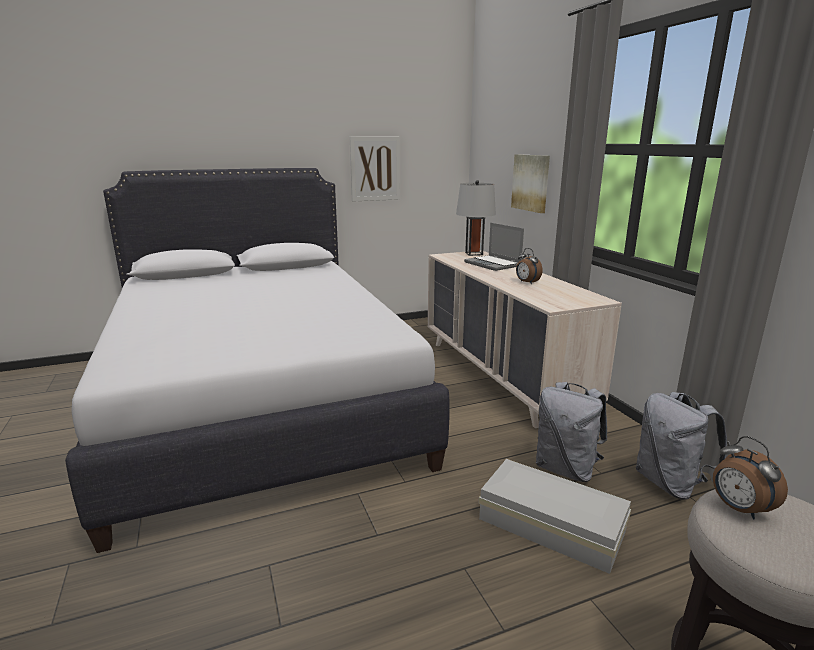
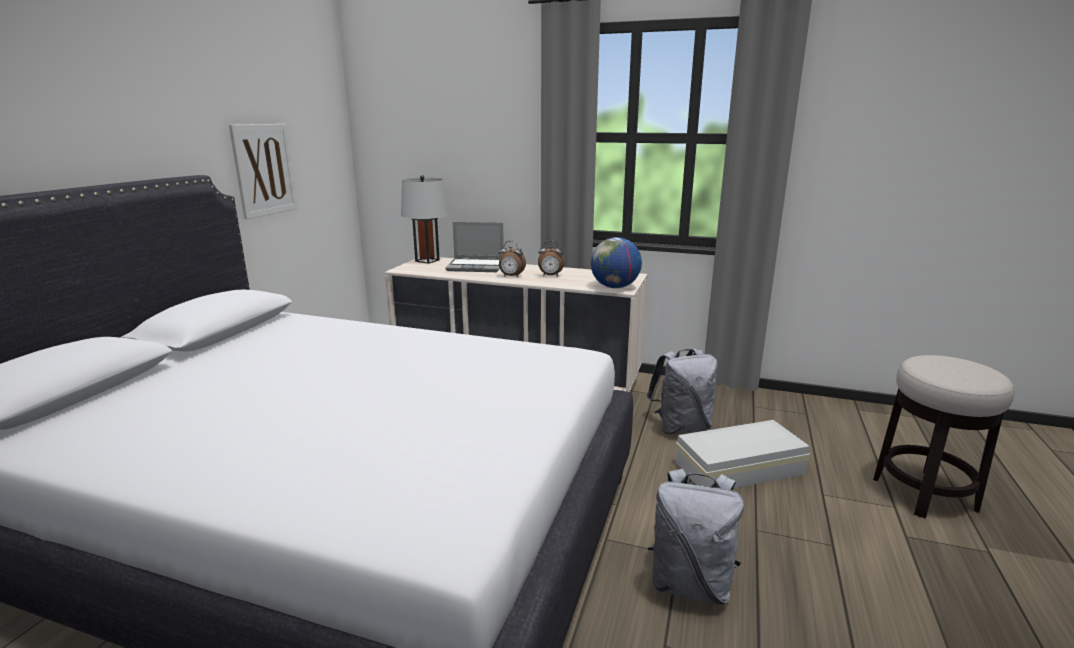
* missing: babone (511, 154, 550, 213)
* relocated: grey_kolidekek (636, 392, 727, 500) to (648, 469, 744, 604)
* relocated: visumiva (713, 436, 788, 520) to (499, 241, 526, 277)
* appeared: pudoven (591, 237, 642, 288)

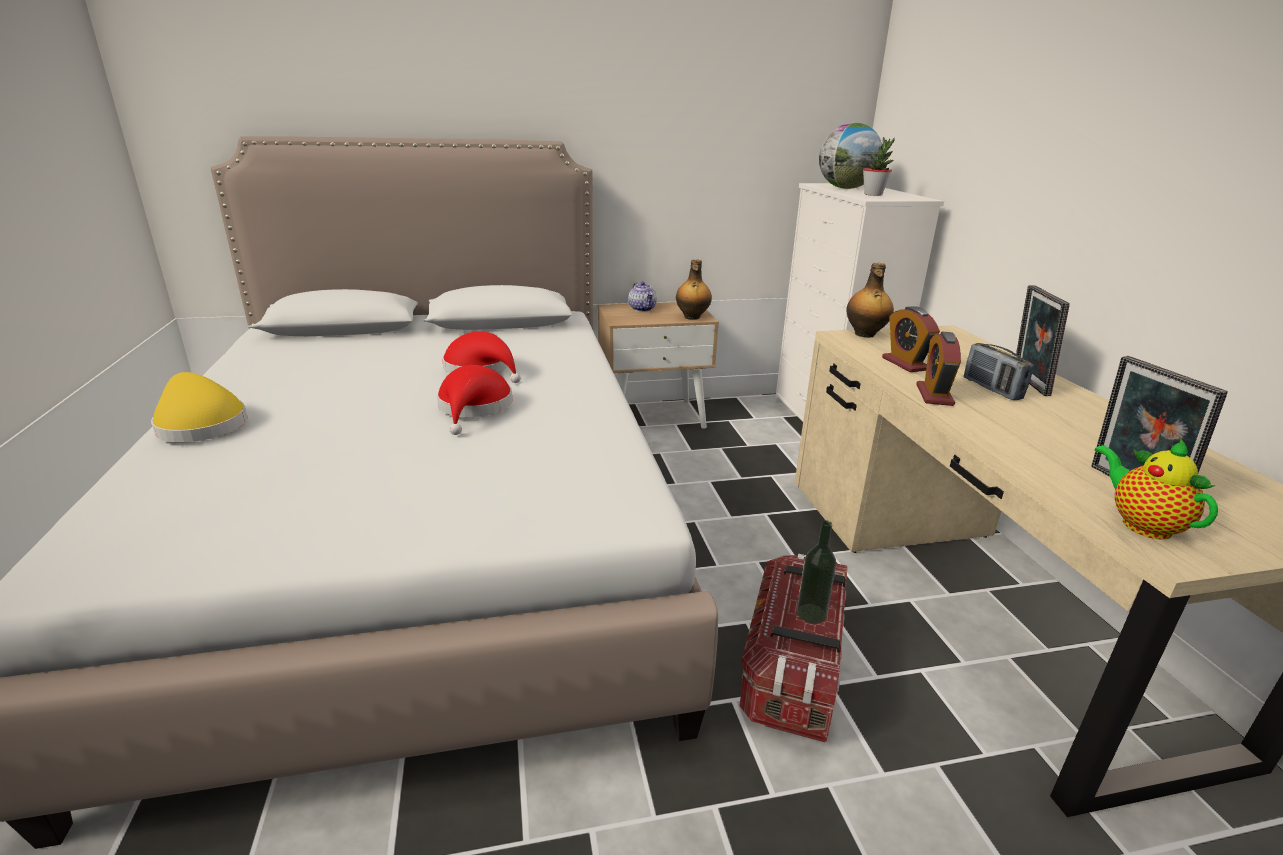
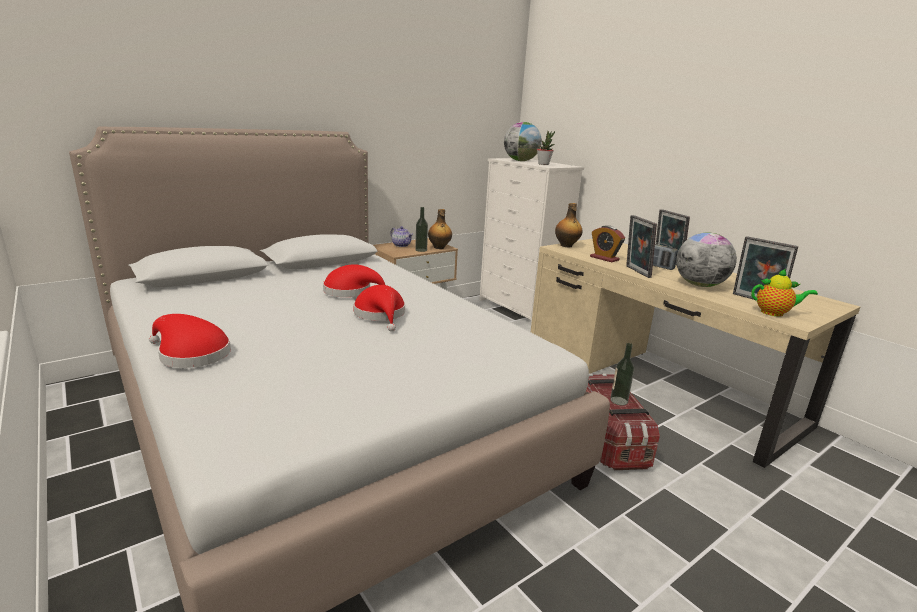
* exchanged: visumiva (916, 332, 961, 406) to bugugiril (626, 215, 657, 278)
* colour: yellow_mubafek (151, 372, 248, 442) to red_mubafek (149, 314, 231, 368)
* spun: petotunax (1094, 439, 1218, 540) = (751, 269, 818, 317) 150 degrees clockwise
* appeared: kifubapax (415, 207, 428, 252)
* appeared: pudoven (676, 233, 737, 287)

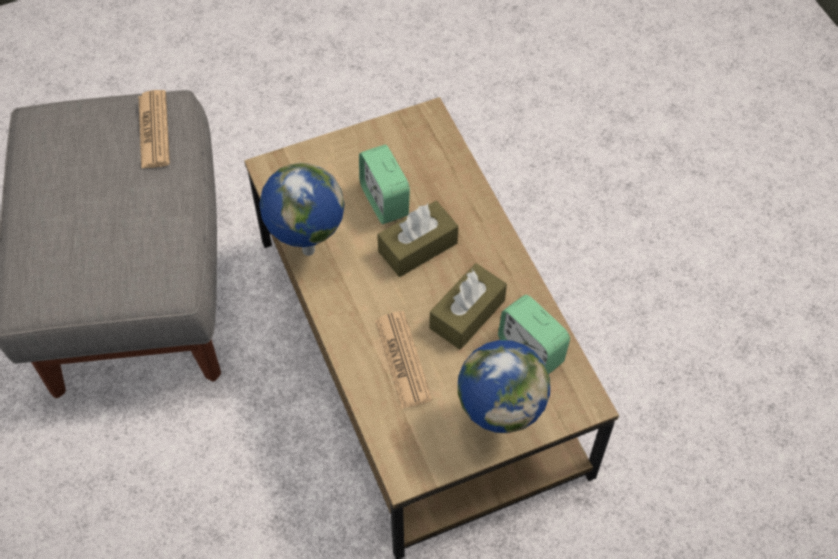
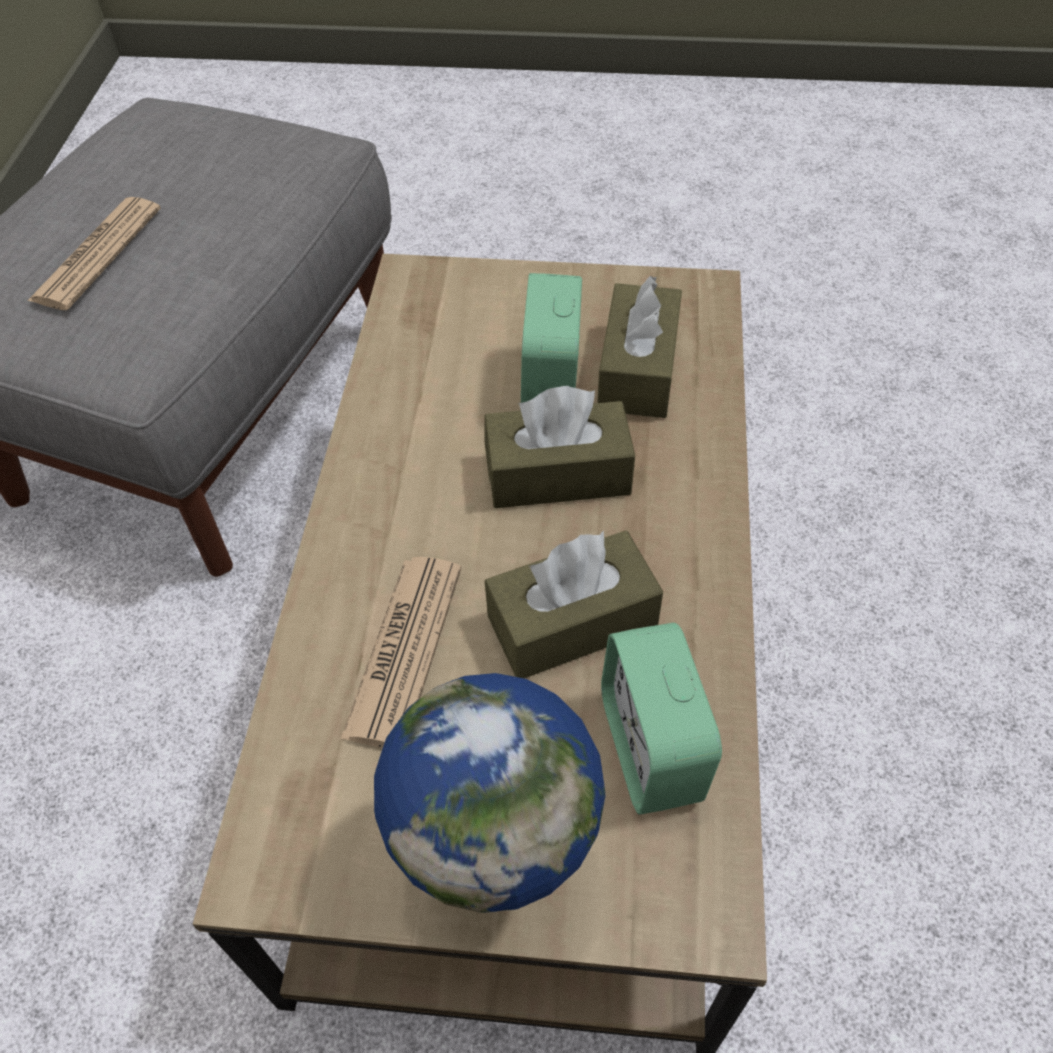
* relocated: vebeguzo (138, 90, 170, 169) to (27, 197, 161, 310)
* missing: pudoven (259, 163, 345, 256)
* appeared: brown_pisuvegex (597, 276, 682, 418)

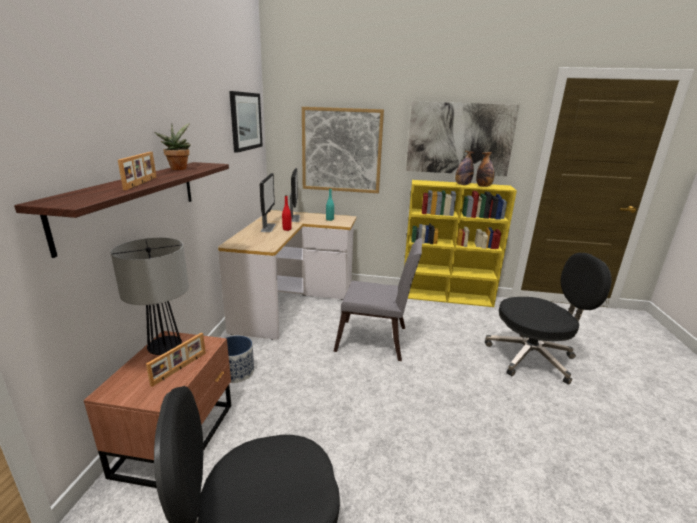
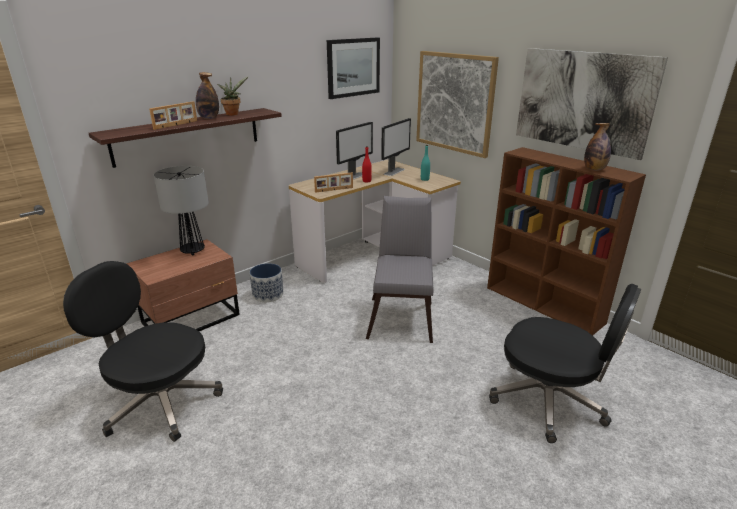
* relocated: kifubapax (455, 151, 475, 185) to (196, 72, 219, 119)
* colour: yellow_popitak (404, 180, 517, 307) to brown_popitak (487, 147, 646, 336)
* spun: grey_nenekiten (333, 238, 423, 361) = (366, 196, 433, 343) 135 degrees counterclockwise
* relocated: bugugiril (146, 333, 206, 387) to (314, 173, 353, 193)

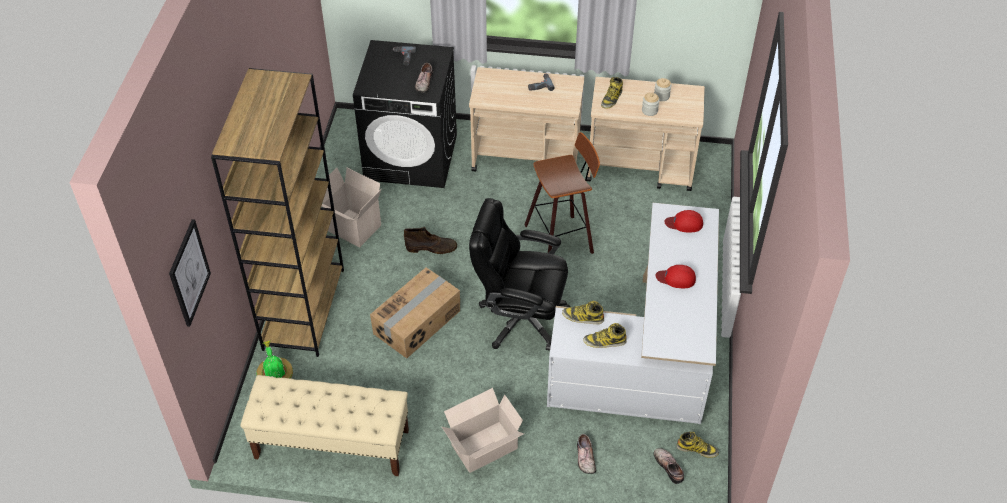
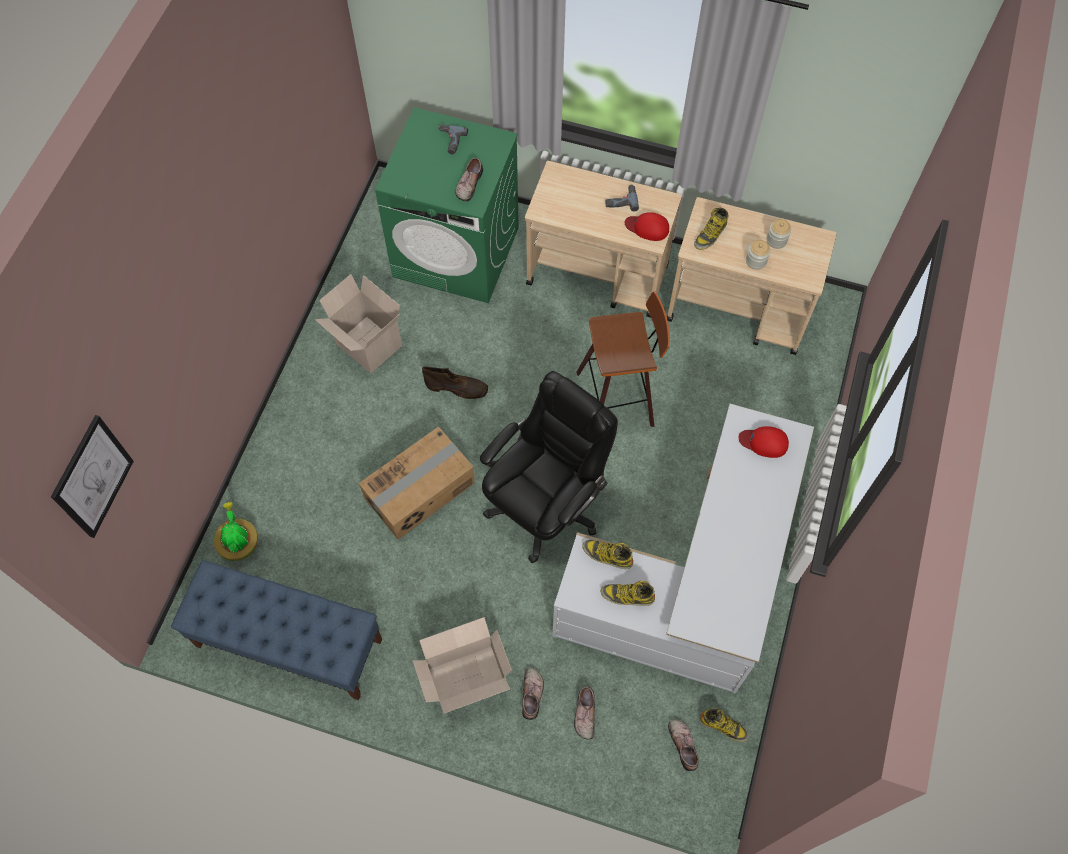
* colour: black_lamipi (353, 40, 457, 188) to green_lamipi (375, 107, 519, 303)
* missing: brown_popitak (211, 68, 344, 357)
* spun: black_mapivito (469, 198, 570, 351) = (480, 371, 618, 563) 105 degrees clockwise
* relocated: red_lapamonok (656, 265, 696, 288) to (625, 212, 669, 241)
* colour: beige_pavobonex (240, 375, 409, 476) to blue_pavobonex (171, 560, 382, 700)
* appeared: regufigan (522, 668, 544, 720)

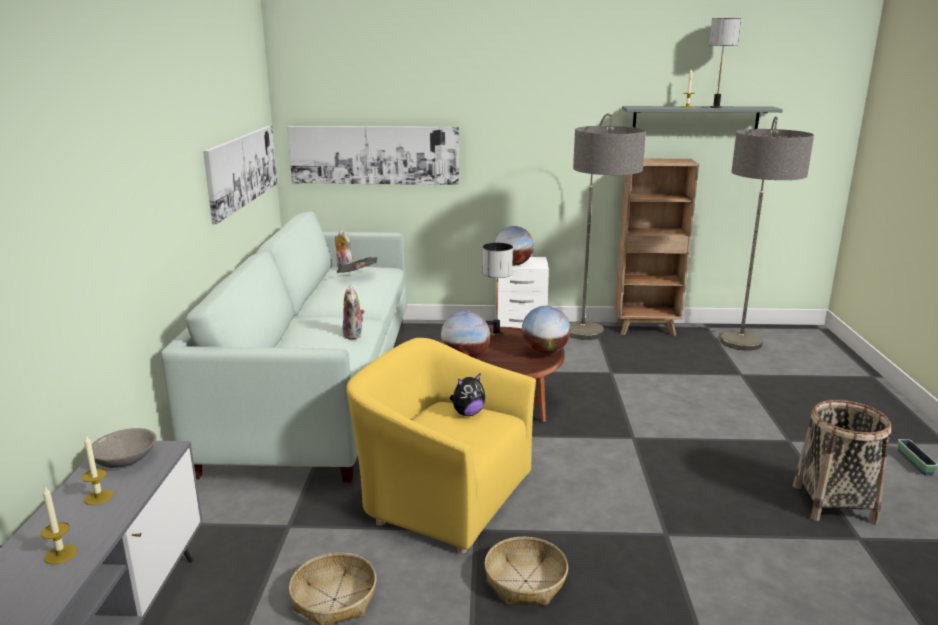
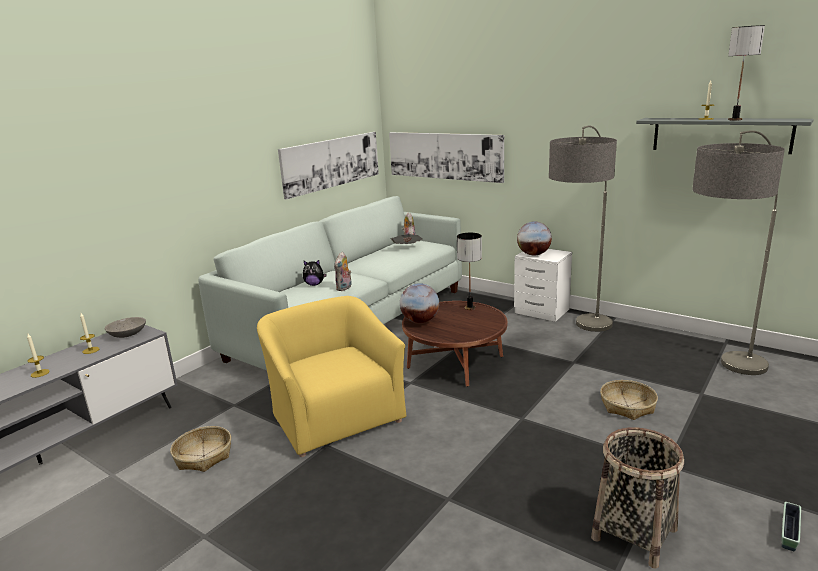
* missing: brown_popitak (615, 159, 699, 336)
* missing: pudoven (522, 306, 571, 354)
* relocated: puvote (450, 373, 485, 416) to (303, 260, 327, 286)
* relocated: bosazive (485, 537, 568, 606) to (600, 380, 658, 420)

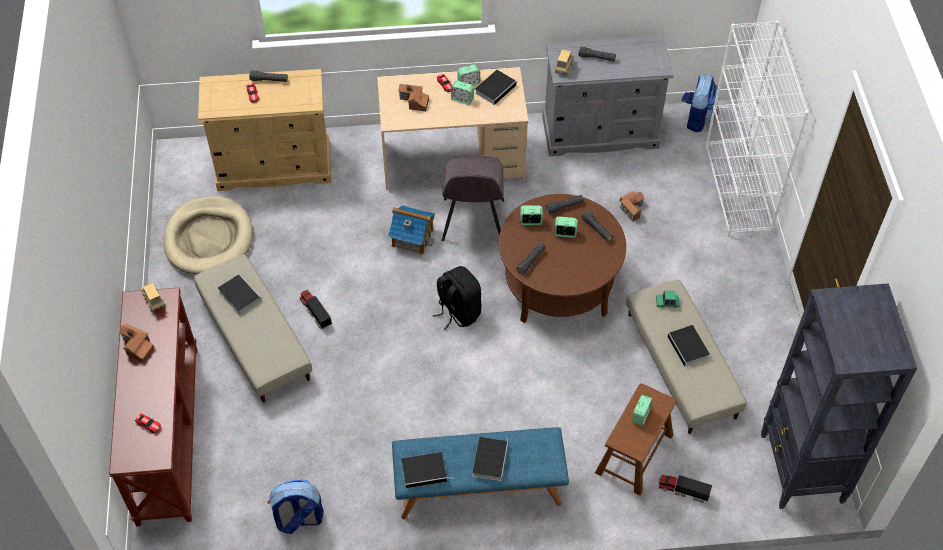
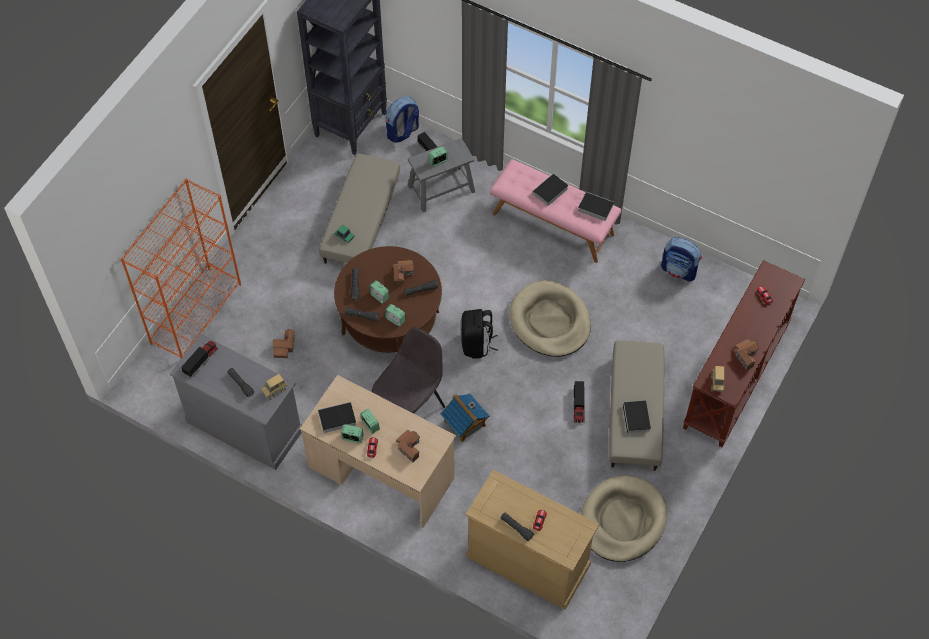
* colour: white_popitak (705, 21, 809, 237) to orange_popitak (120, 179, 241, 358)
* relocated: kolidekek (682, 74, 719, 132) to (386, 96, 419, 143)
* missing: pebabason (668, 325, 710, 372)
* colour: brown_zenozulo (595, 384, 677, 495) to grey_zenozulo (408, 139, 475, 212)
* colour: blue_pavobonex (392, 427, 569, 519) to pink_pavobonex (490, 159, 621, 263)
* appeared: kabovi (393, 260, 414, 286)
* appeared: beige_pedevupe (509, 280, 591, 357)
* appeared: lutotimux (181, 341, 219, 378)

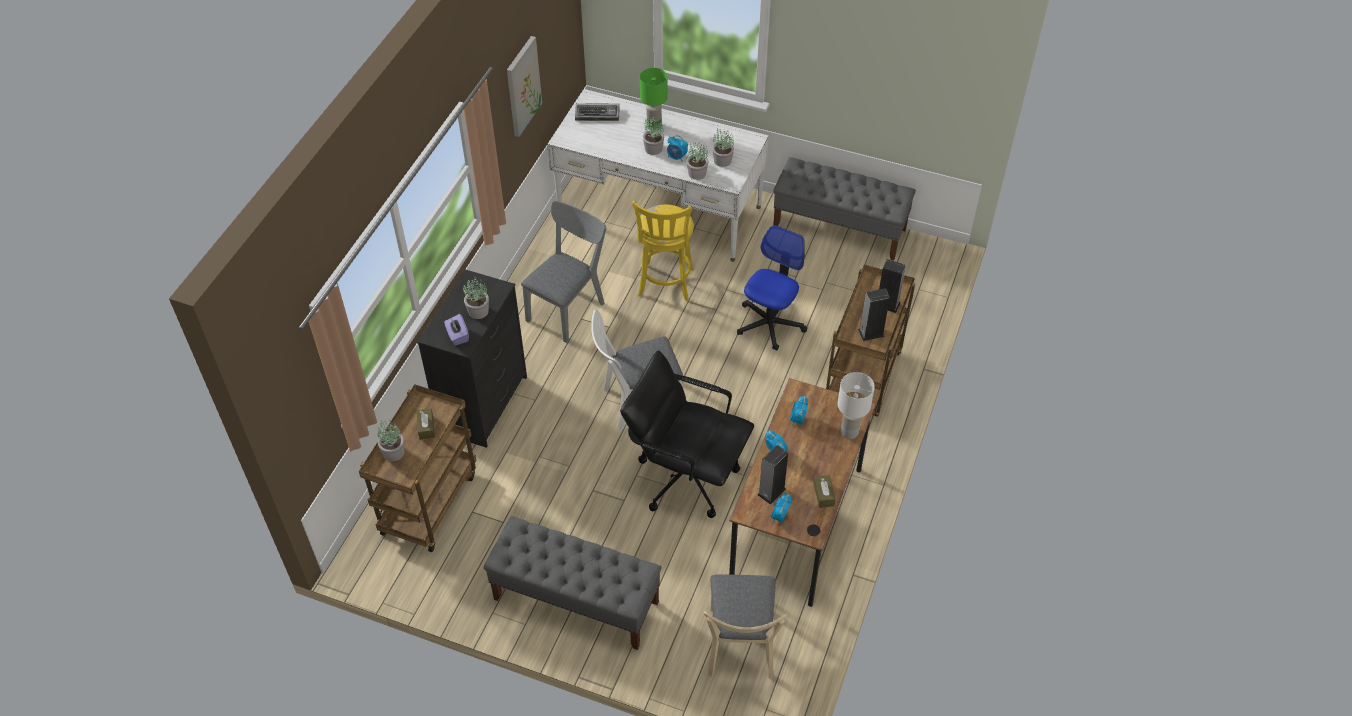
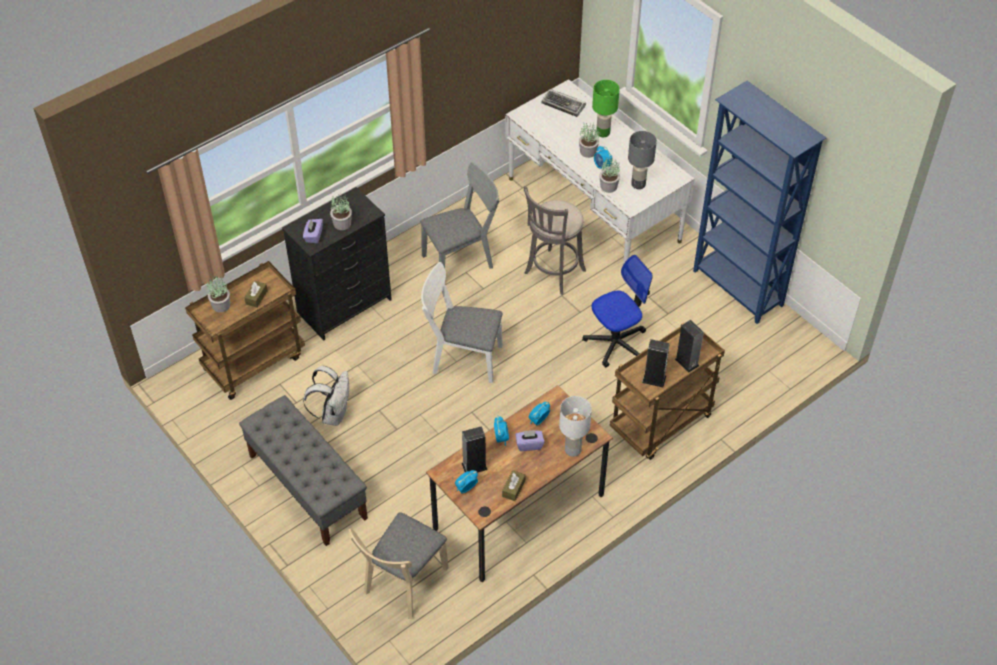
* missing: babone (507, 36, 542, 137)
* exchanged: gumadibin (712, 128, 734, 167) to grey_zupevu (628, 131, 657, 189)
* exchanged: grey_pavobonex (773, 157, 916, 260) to blue_popitak (693, 81, 826, 324)
* colour: yellow_zenozulo (632, 200, 694, 301) to grey_zenozulo (524, 186, 586, 295)
* missing: black_mapivito (620, 350, 754, 518)
* appeared: white_kolidekek (303, 366, 349, 426)
* appeared: purple_pisuvegex (515, 430, 544, 451)

